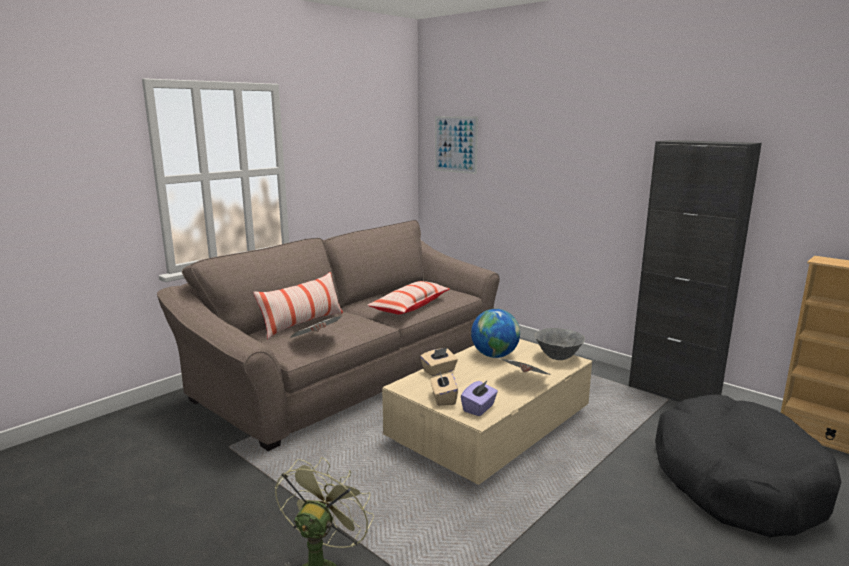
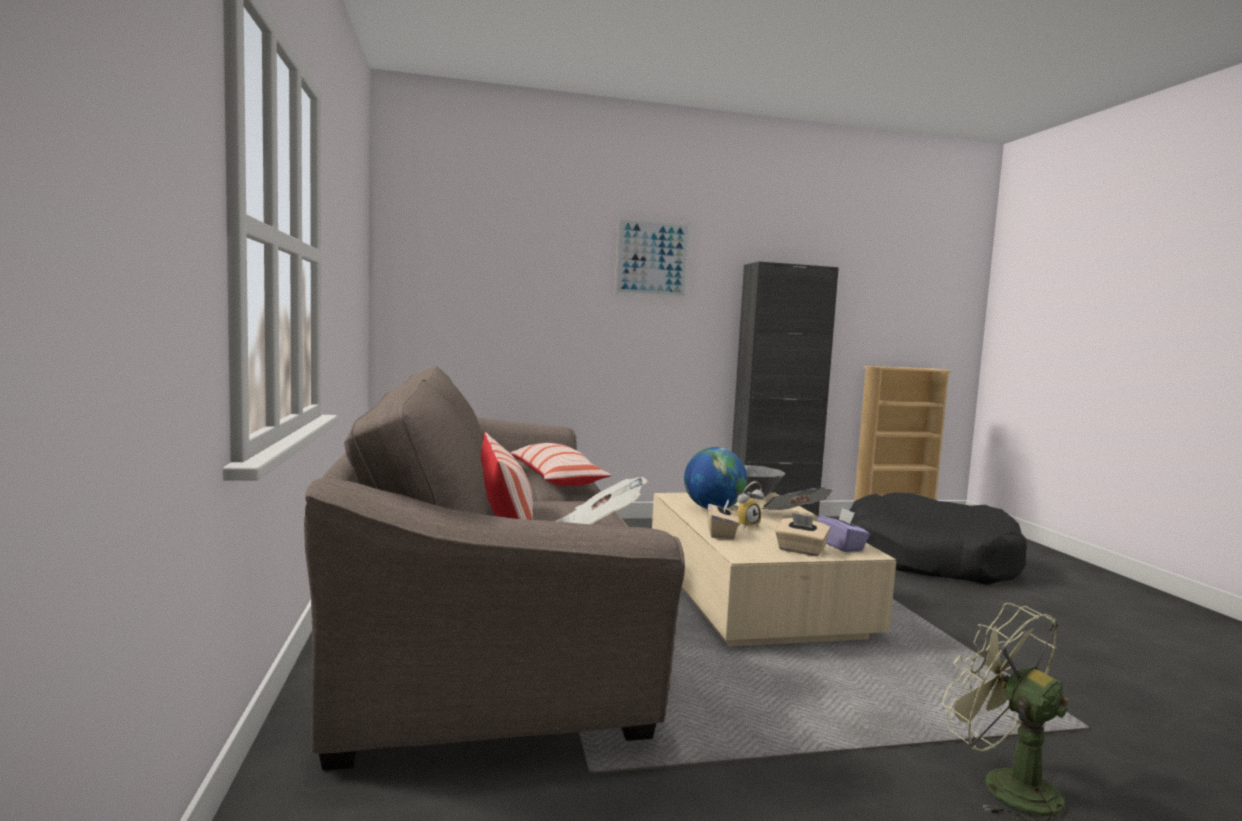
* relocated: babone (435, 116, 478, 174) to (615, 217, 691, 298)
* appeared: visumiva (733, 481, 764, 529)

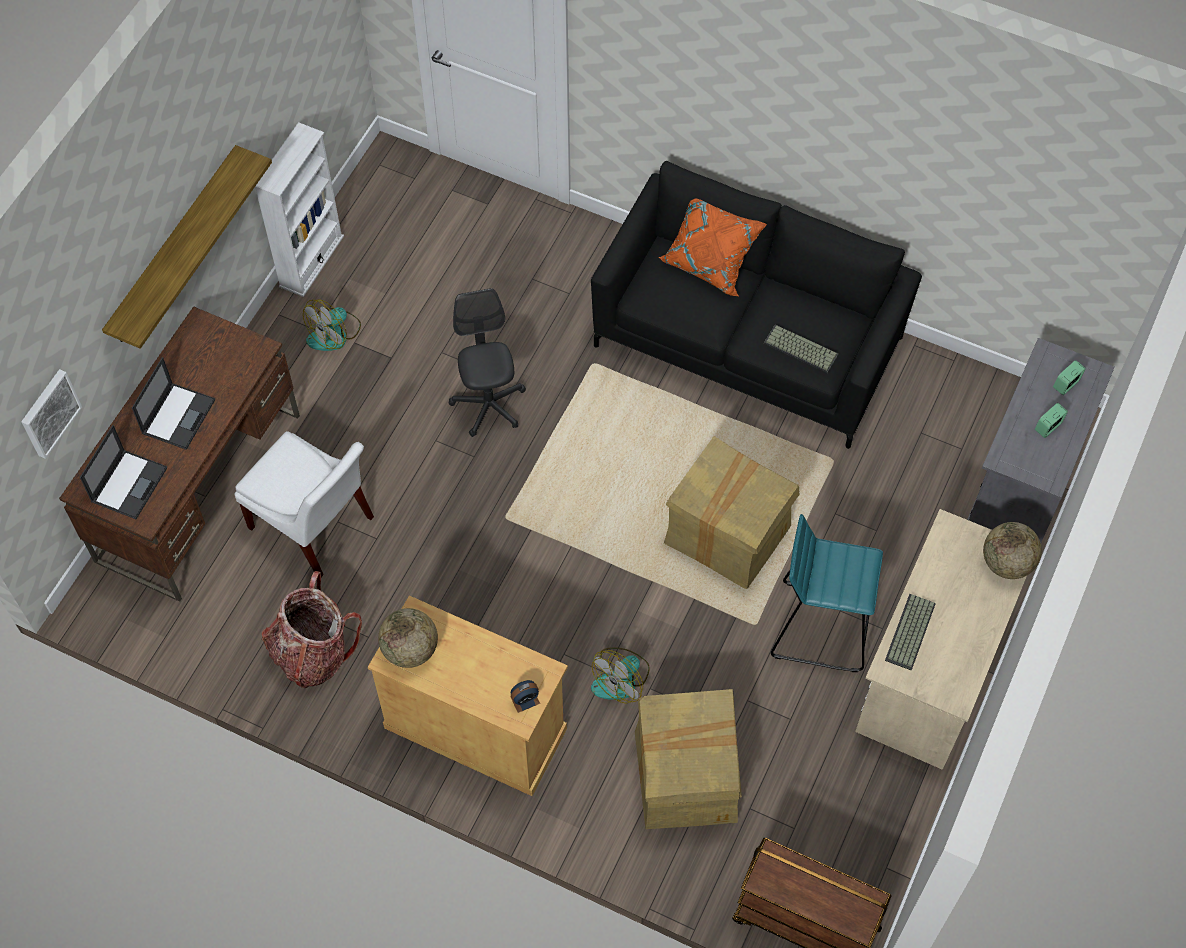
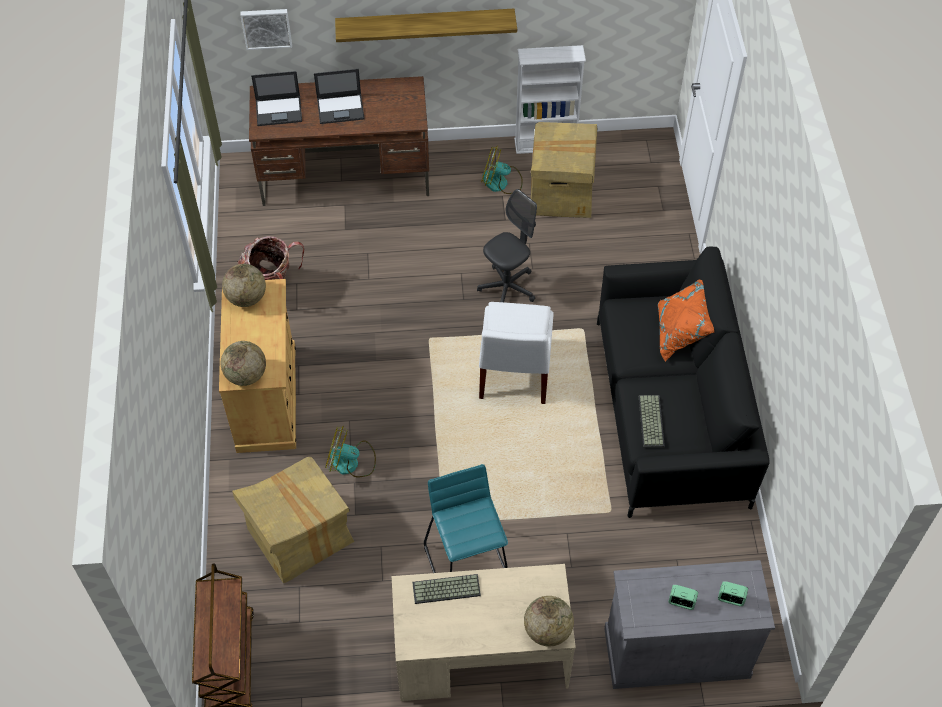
* relocated: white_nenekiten (235, 431, 374, 577) to (479, 302, 554, 404)
* relocated: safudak (664, 436, 799, 589) to (531, 122, 597, 218)
* exchanged: visumiva (510, 680, 540, 713) to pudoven (221, 341, 266, 386)

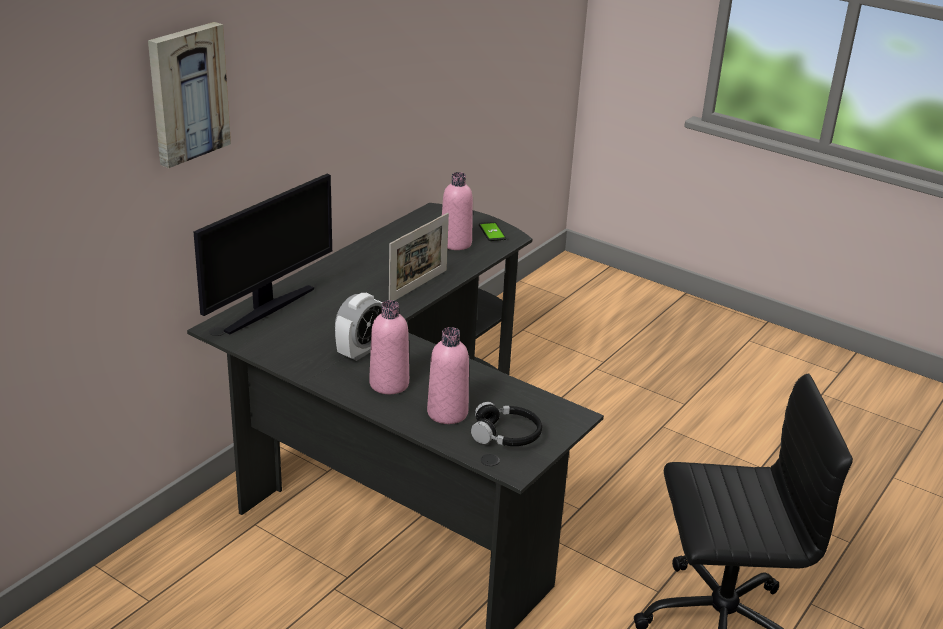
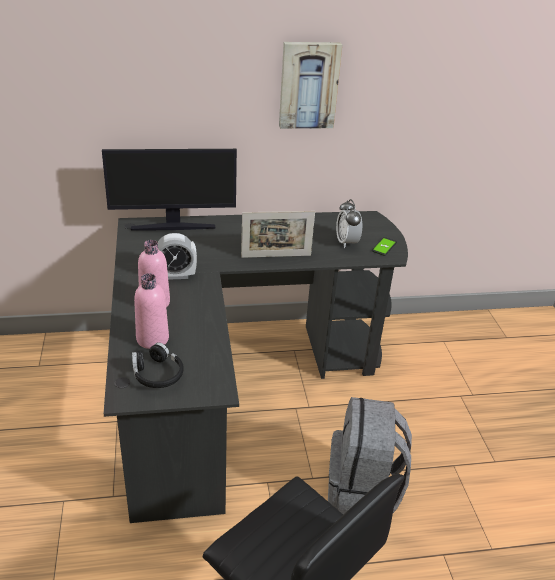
* relocated: babone (148, 22, 231, 168) to (279, 42, 342, 129)
* exchanged: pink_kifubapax (442, 172, 473, 250) to visumiva (336, 199, 362, 248)
* appeared: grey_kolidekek (328, 397, 412, 514)

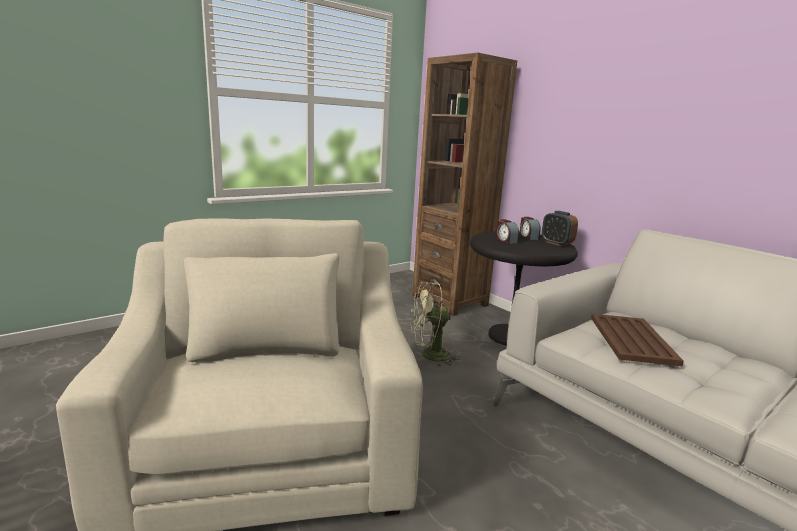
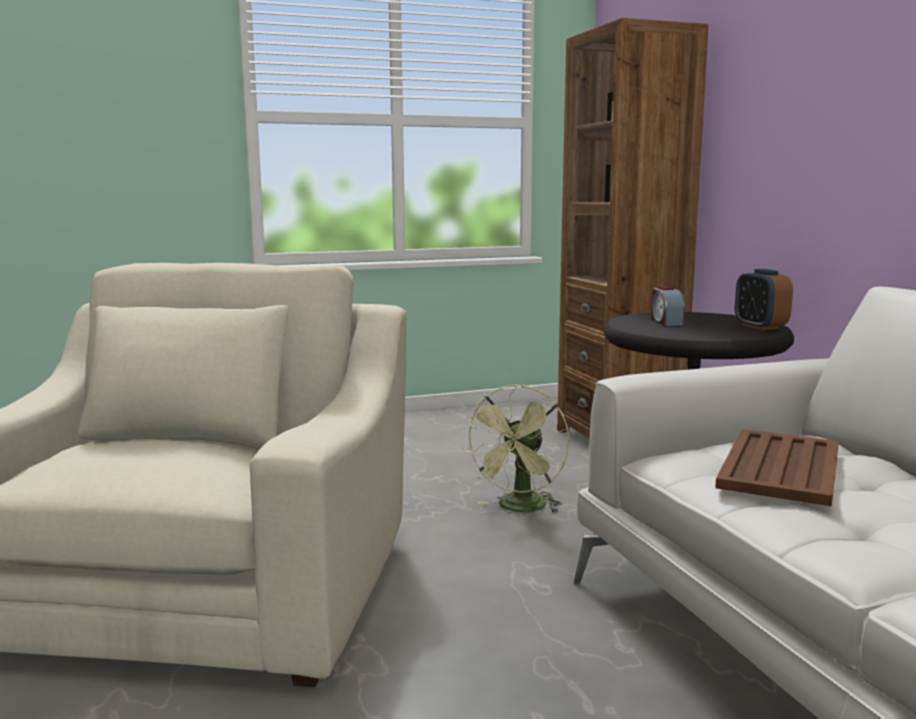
* missing: visumiva (519, 217, 541, 240)
* spun: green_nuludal (410, 282, 460, 368) = (463, 384, 570, 514) 75 degrees counterclockwise

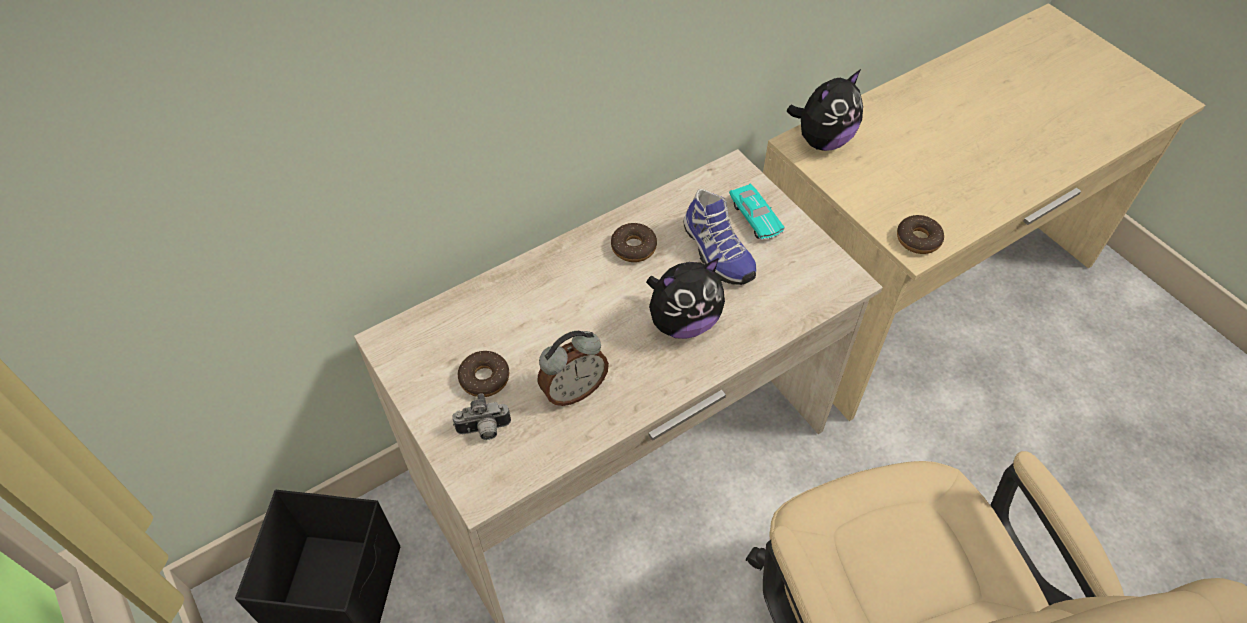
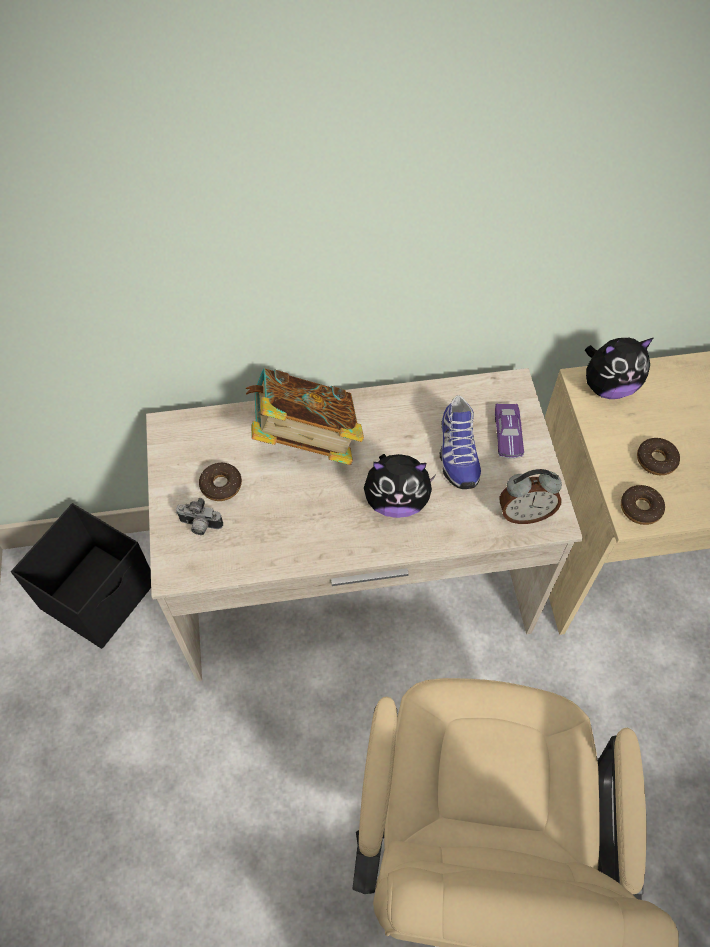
* colour: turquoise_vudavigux (729, 184, 784, 240) to purple_vudavigux (495, 404, 524, 458)
* relocated: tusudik (611, 223, 657, 262) to (637, 438, 680, 475)
* relocated: visumiva (538, 331, 609, 406) to (499, 469, 562, 524)
* appeared: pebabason (246, 368, 364, 465)

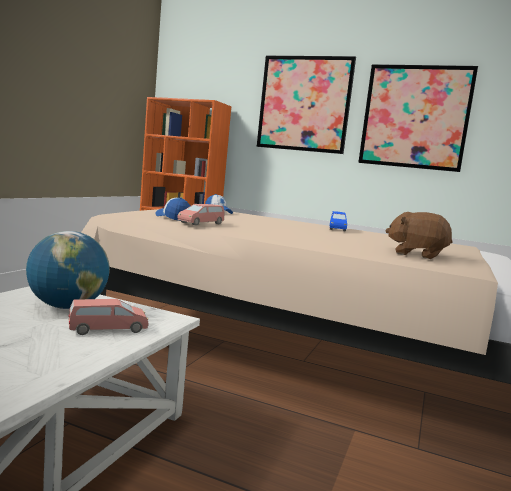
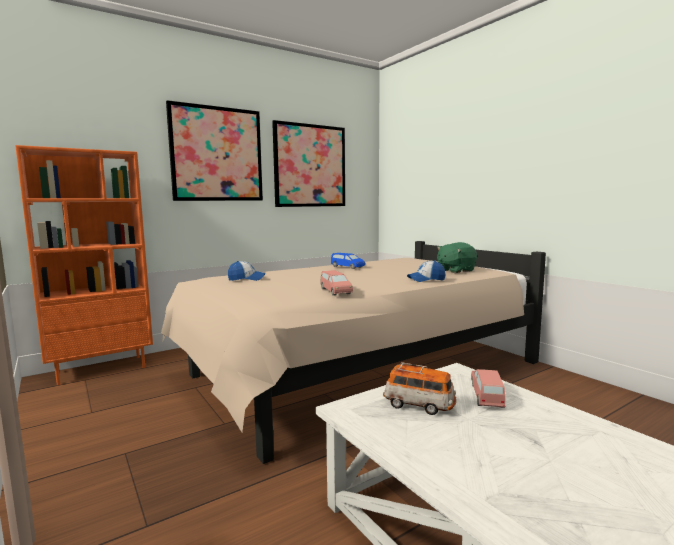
* relocated: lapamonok (155, 198, 191, 221) to (407, 260, 445, 282)
* colour: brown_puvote (385, 212, 453, 259) to green_puvote (437, 242, 477, 273)
* exchanged: pudoven (26, 231, 110, 309) to vudavigux (383, 362, 456, 415)

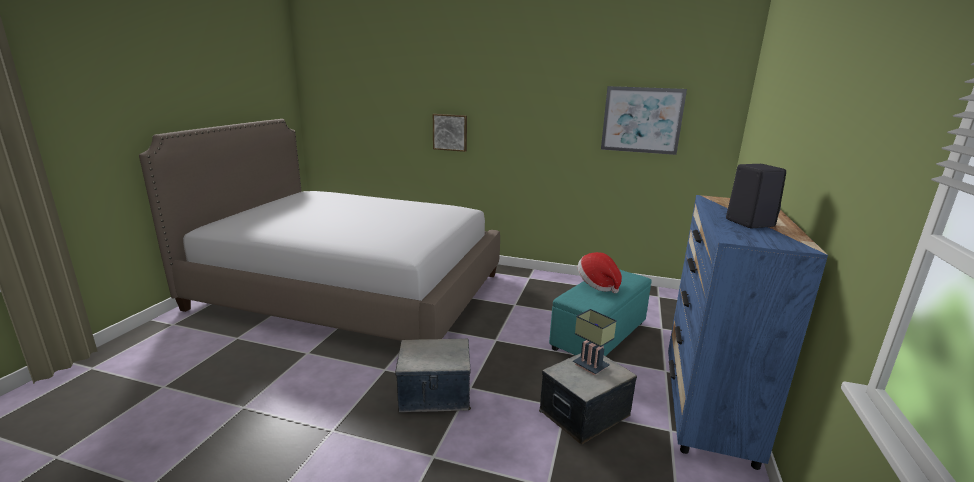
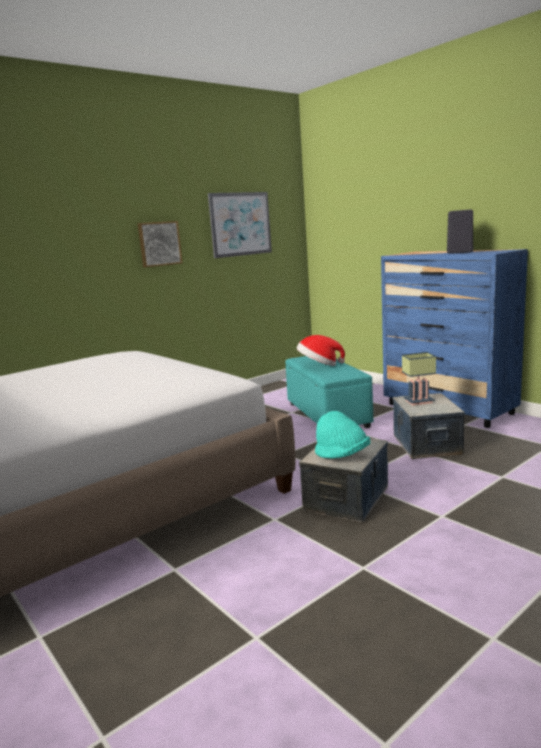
* relocated: babone (433, 114, 467, 152) to (138, 221, 183, 267)
* appeared: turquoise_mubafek (315, 411, 370, 459)

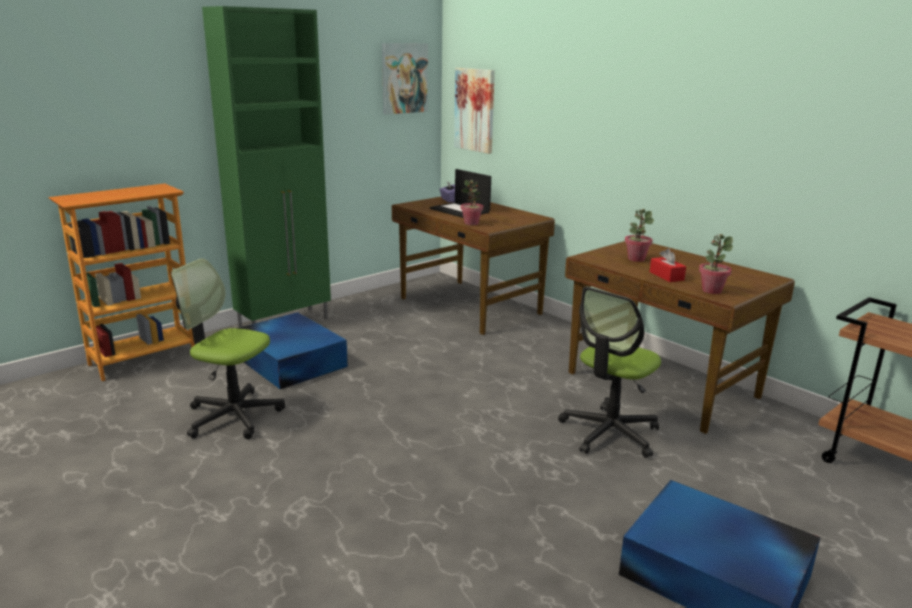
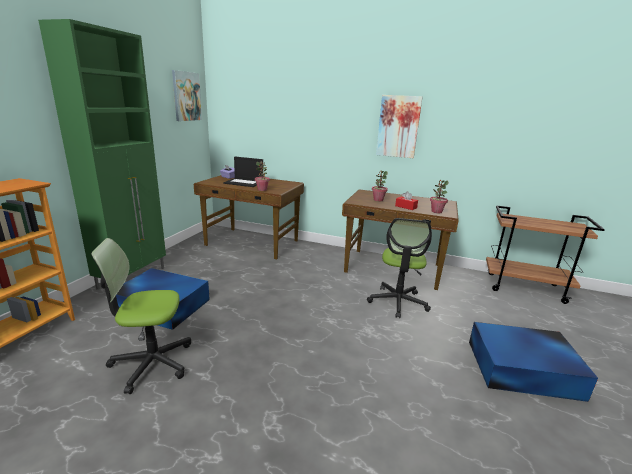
* relocated: babone (454, 68, 495, 154) to (376, 95, 423, 158)

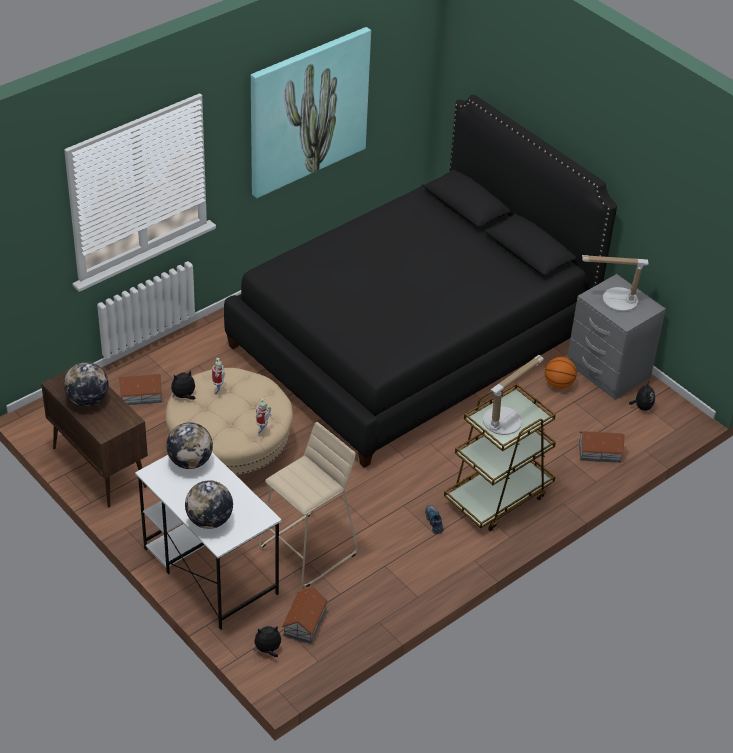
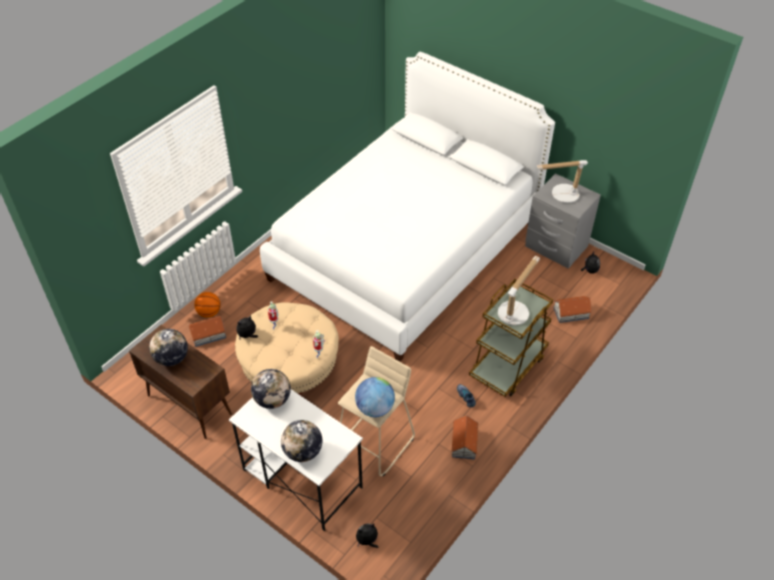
* missing: babone (251, 27, 371, 198)
* colour: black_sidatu (224, 95, 617, 468) to white_sidatu (260, 52, 555, 362)
* relocated: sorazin (545, 357, 577, 389) to (194, 292, 221, 318)
* relocated: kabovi (282, 587, 328, 644) to (451, 415, 478, 460)
* appeared: pudoven (355, 377, 395, 417)

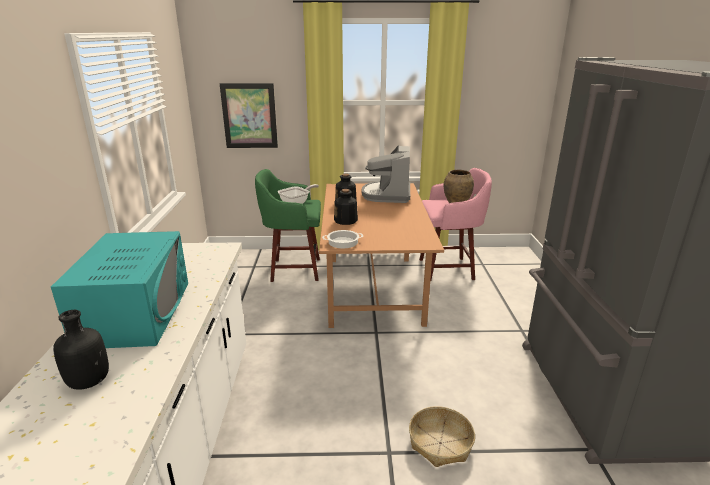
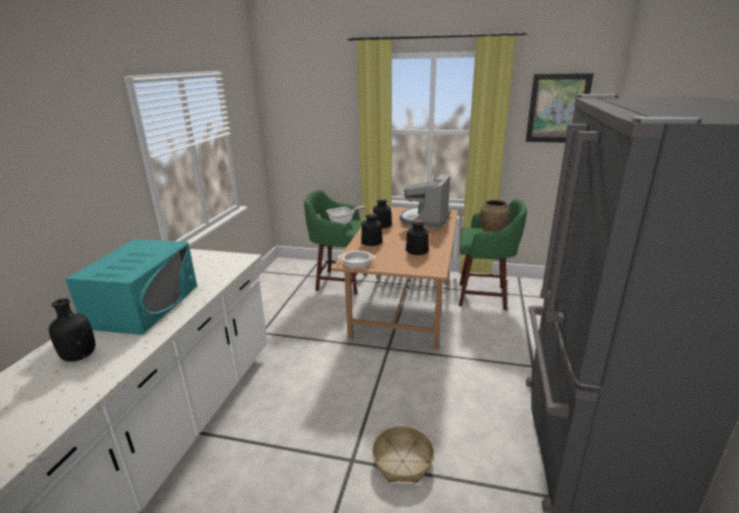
* relocated: babone (220, 83, 278, 148) to (526, 73, 594, 142)
* colour: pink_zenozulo (419, 168, 492, 281) to green_zenozulo (459, 199, 527, 310)
* appeared: kifubapax (406, 220, 429, 255)

